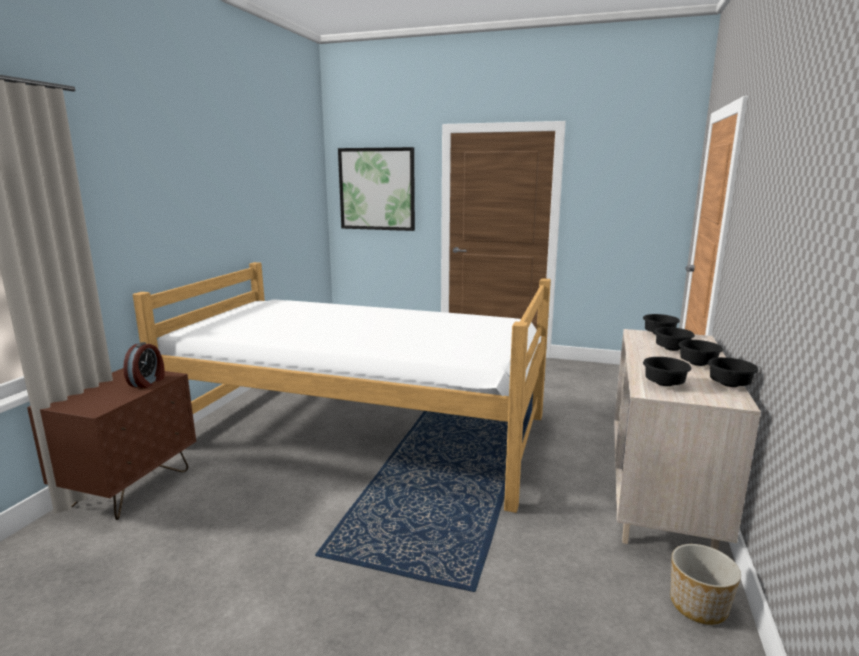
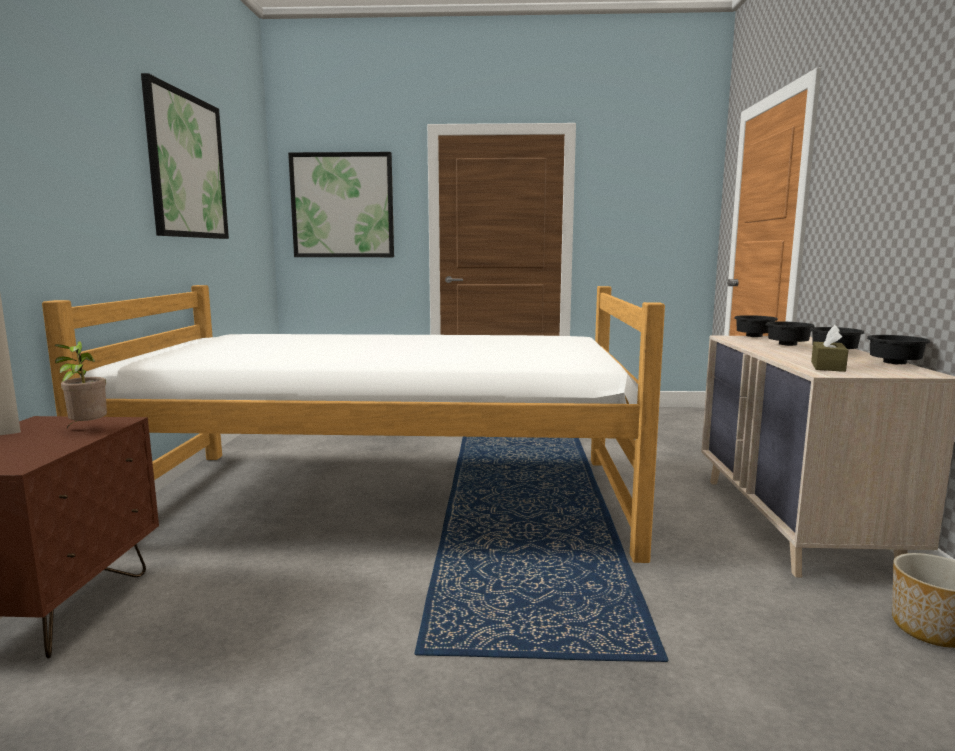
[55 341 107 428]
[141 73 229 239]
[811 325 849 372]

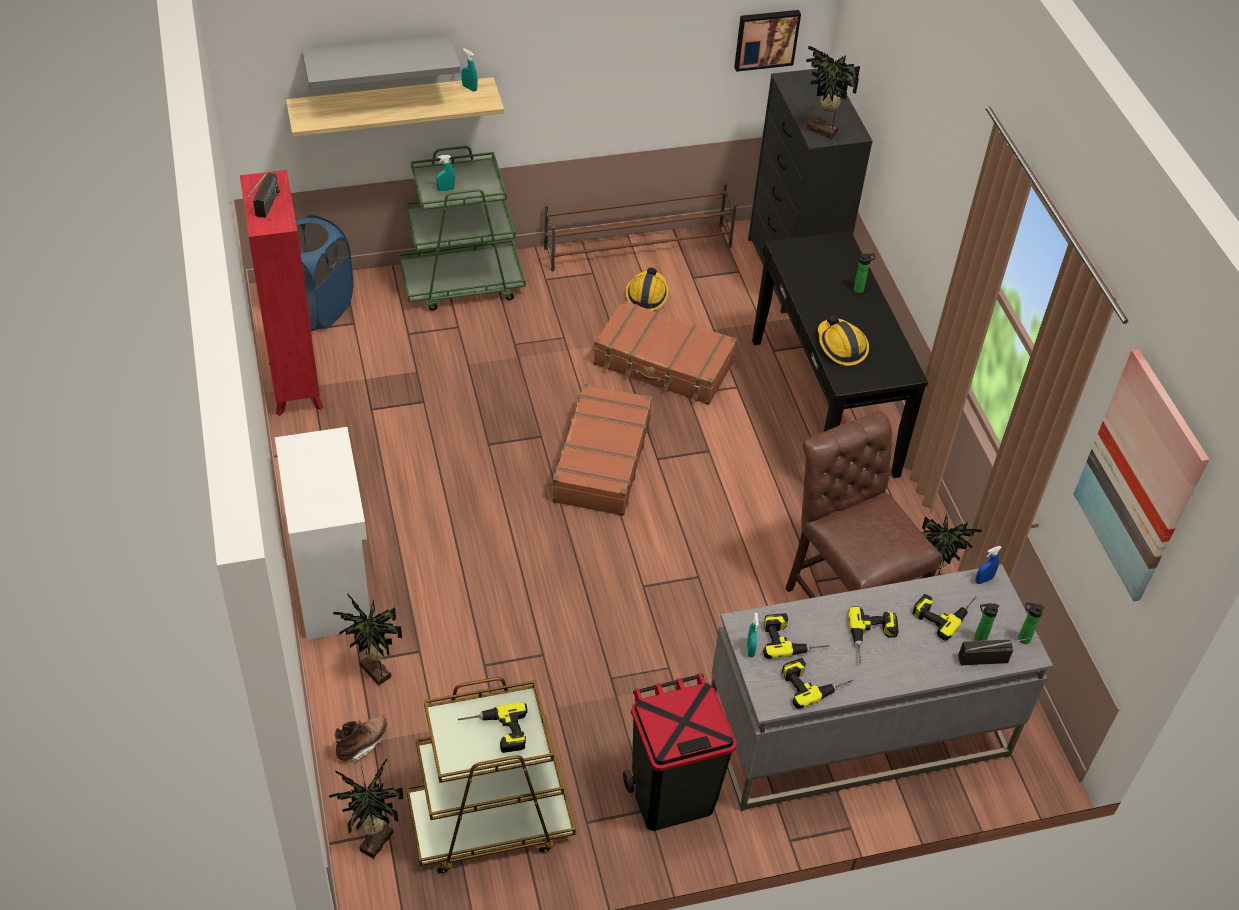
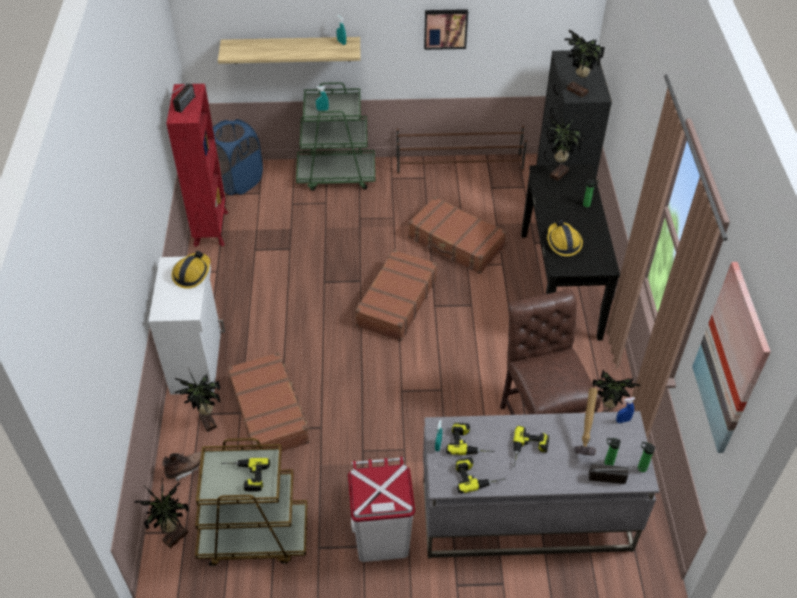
[172 251 210 289]
[227 352 311 451]
[348 457 415 562]
[424 9 468 50]
[544 113 584 181]
[574 388 598 456]
[302 35 460 89] (first image)

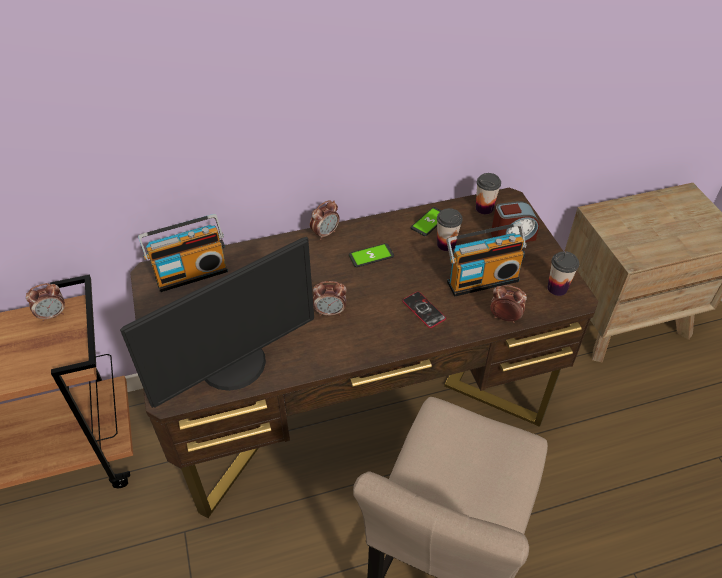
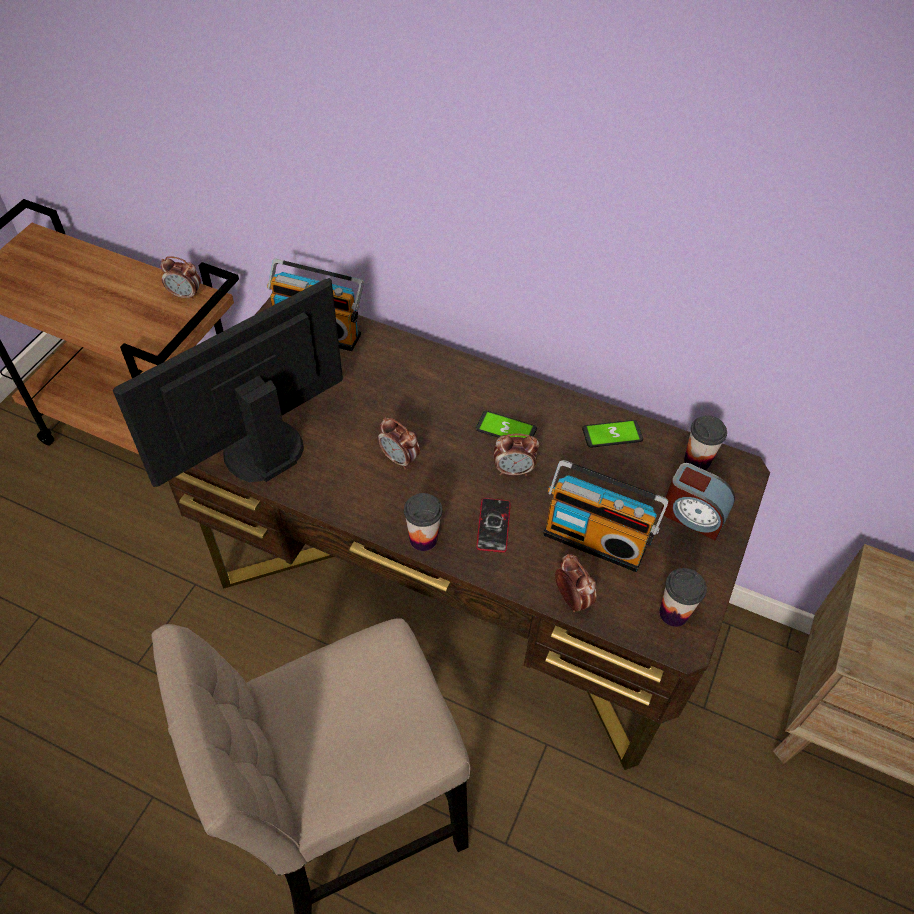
[113 278 343 487]
[404 493 442 551]
[494 434 539 476]

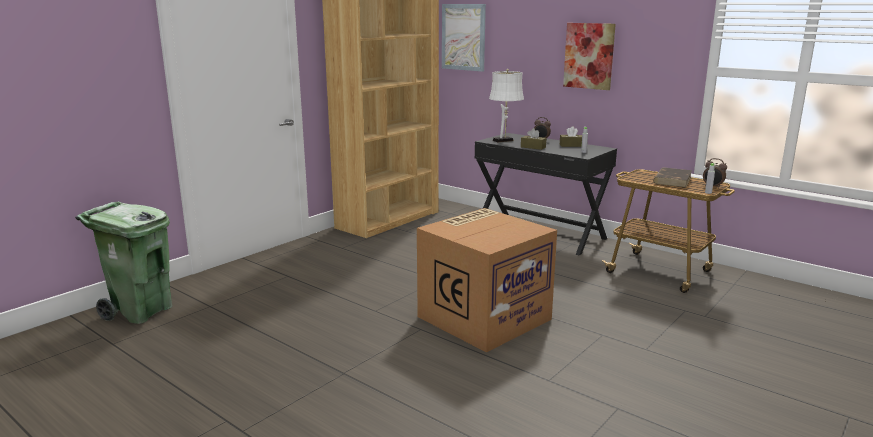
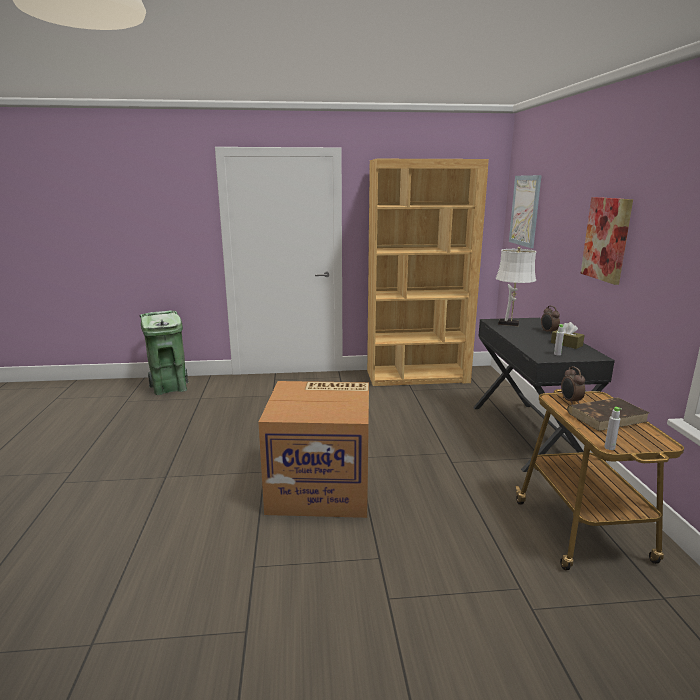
[561 366 585 405]
[521 128 547 150] (first image)

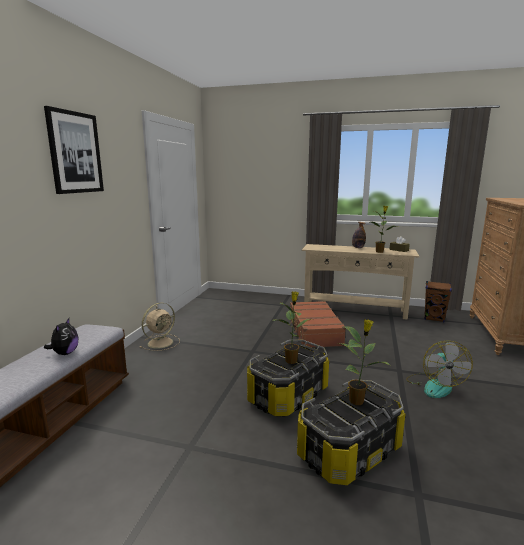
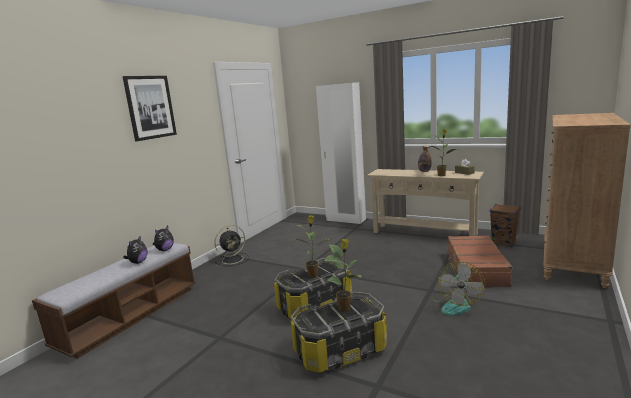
[153 226 174 251]
[214 225 249 266]
[316 82 366 224]
[446 235 513 287]

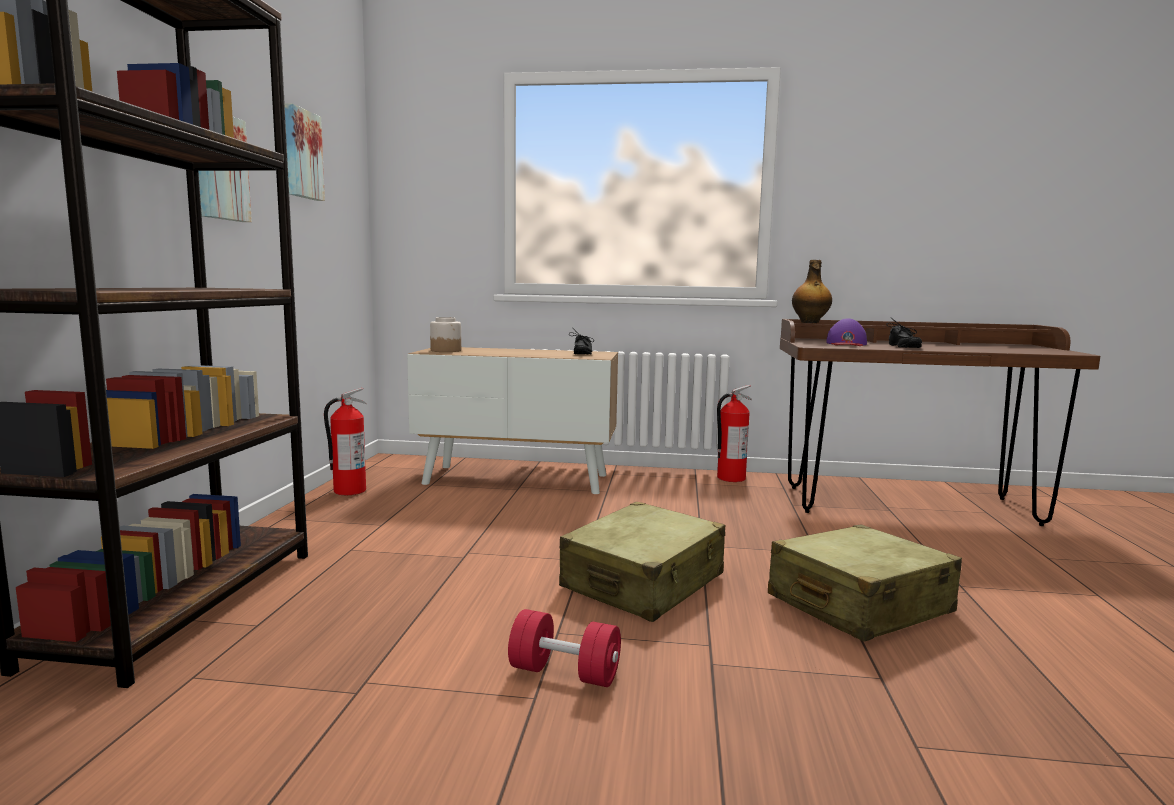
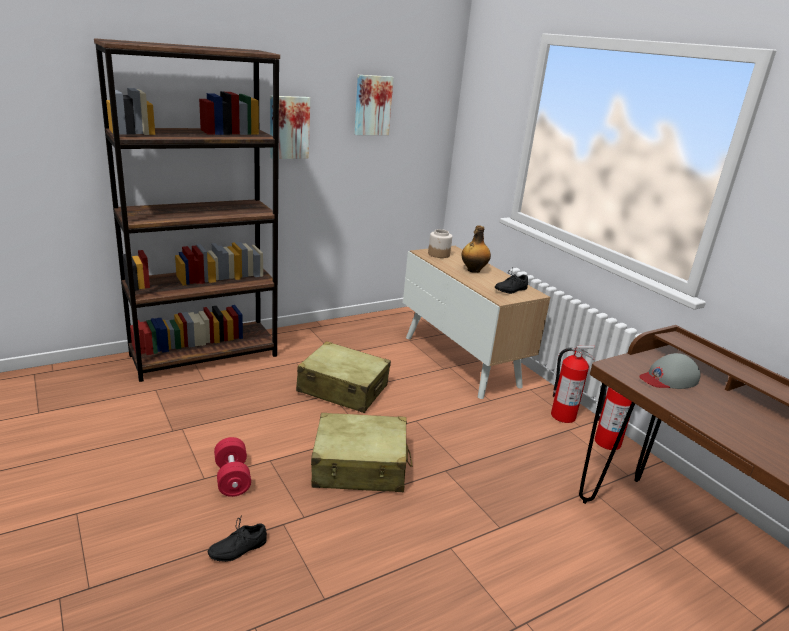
[208 518 267 562]
[296 341 391 413]
[462 225 491 273]
[551 346 595 423]
[639 353 701 389]

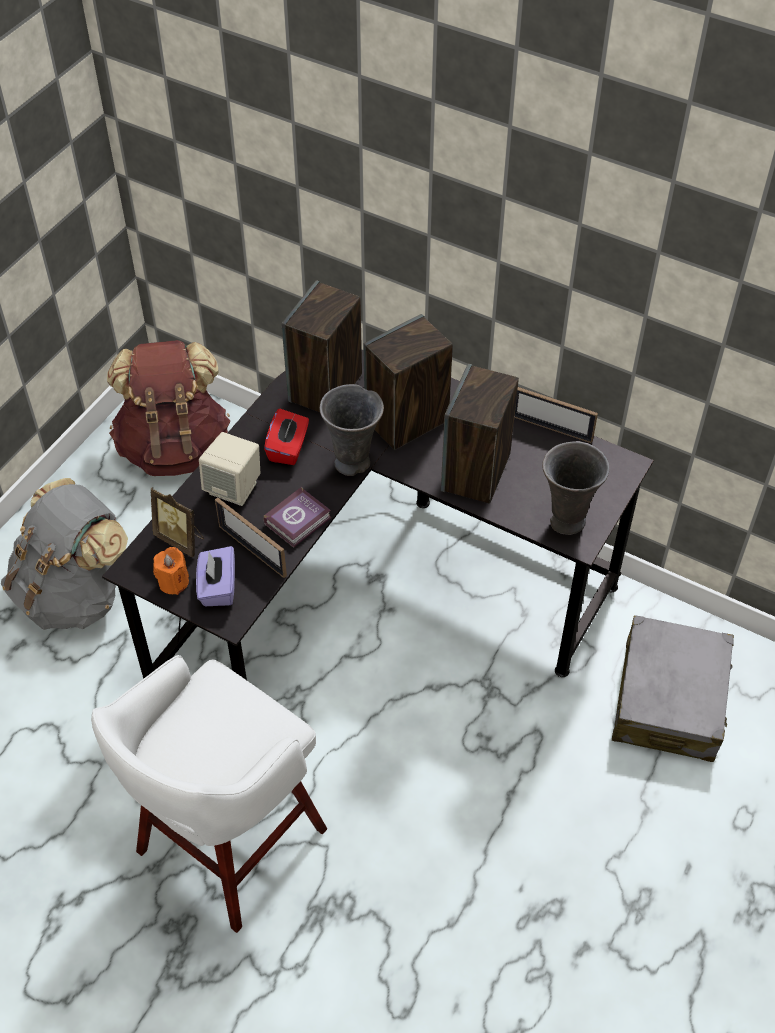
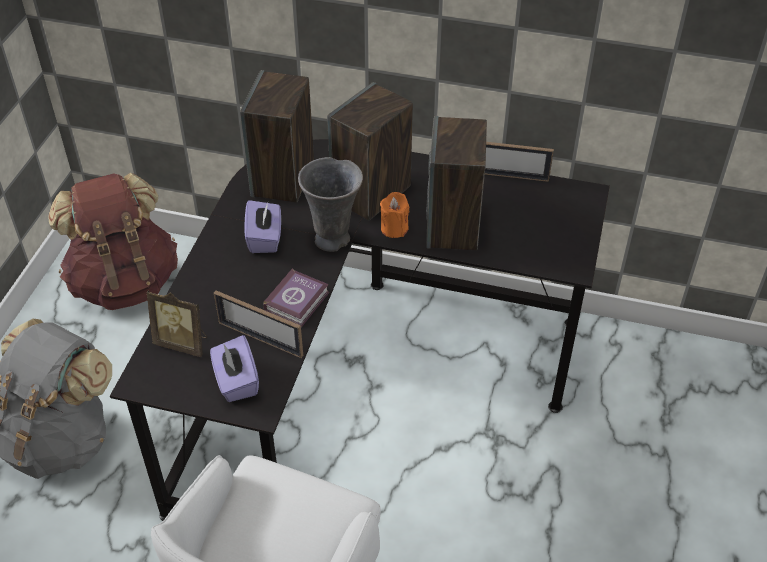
[244 200 281 253]
[380 192 409 238]
[199 432 260 506] (first image)
[542 441 610 535] (first image)
[612 615 734 762] (first image)

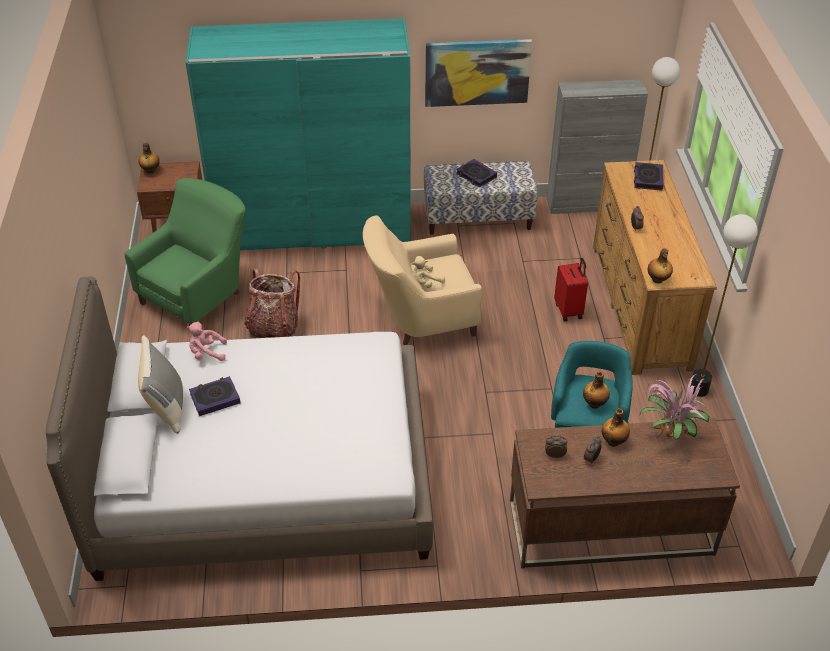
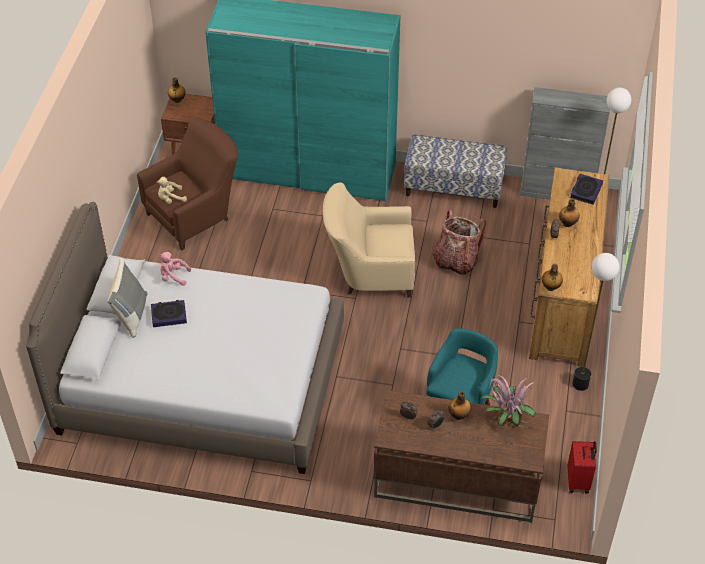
[137 118 238 250]
[156 177 187 204]
[433 210 486 275]
[559 199 580 227]
[567 441 597 494]
[425 39 532 107] (first image)
[456 159 497 188] (first image)

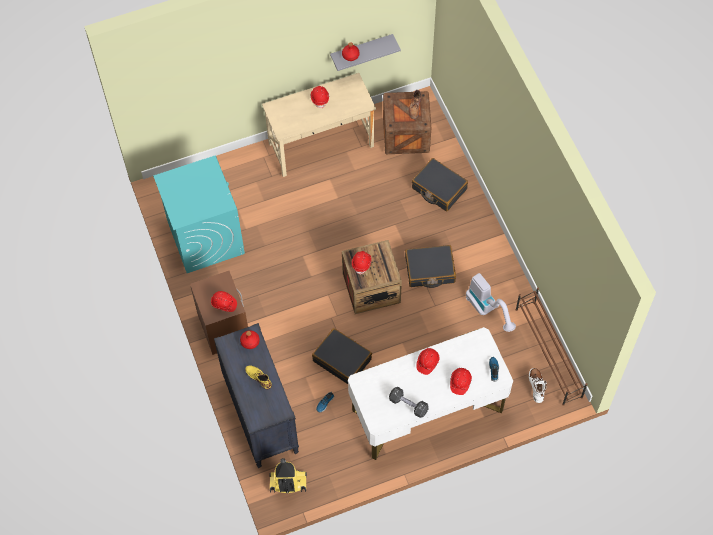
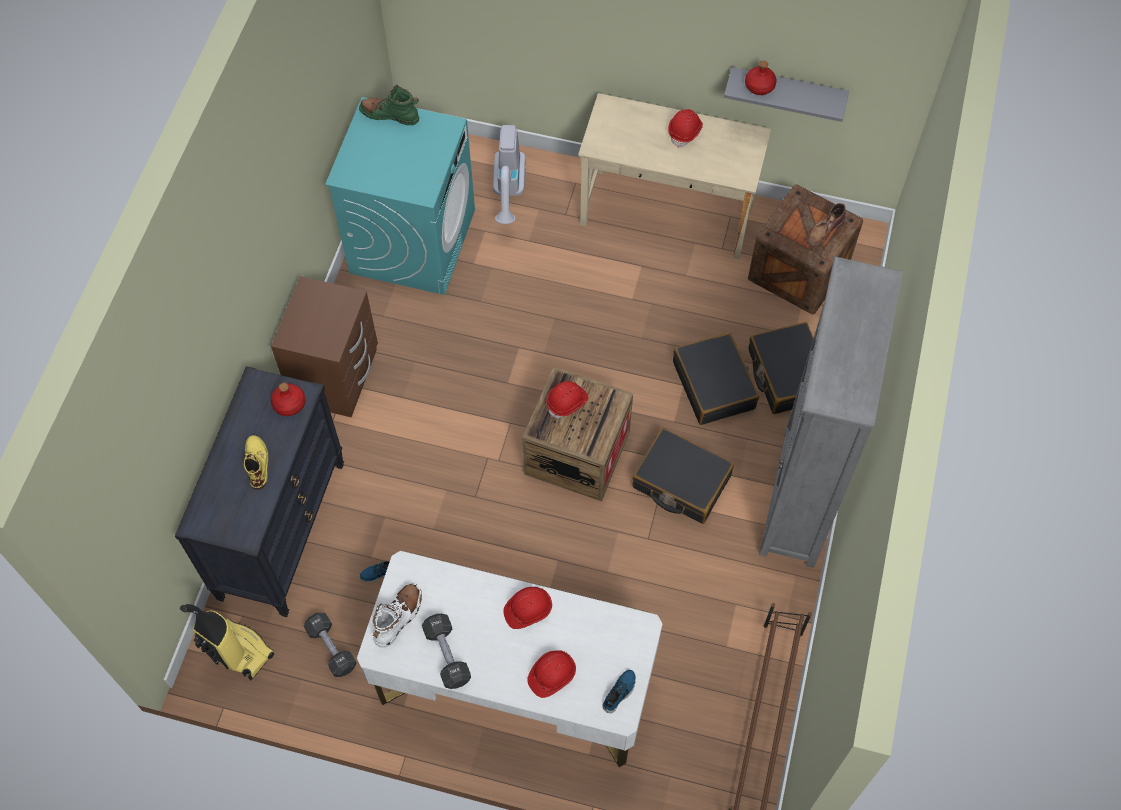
[304 613 356 677]
[359 85 419 126]
[372 584 422 648]
[493 125 526 224]
[673 332 759 425]
[759 257 903 568]
[211 291 237 312] (first image)

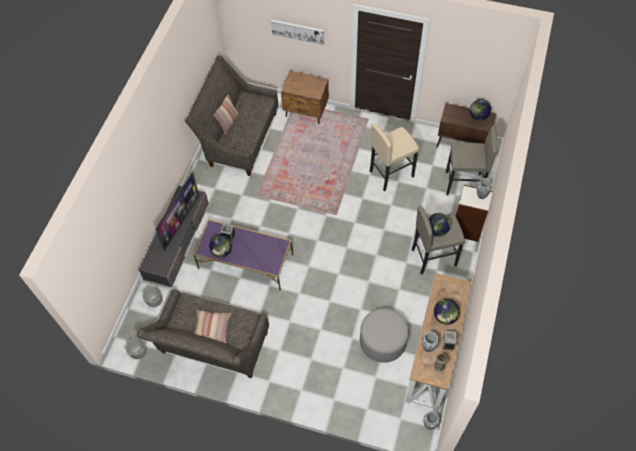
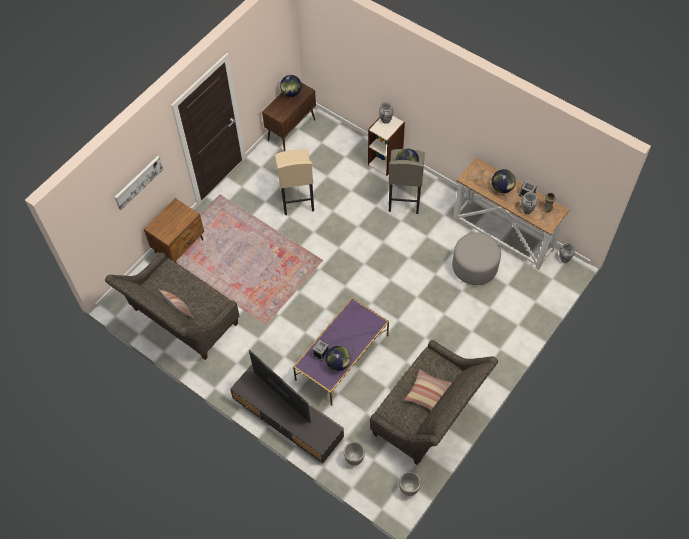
[446 126 497 195] (first image)

